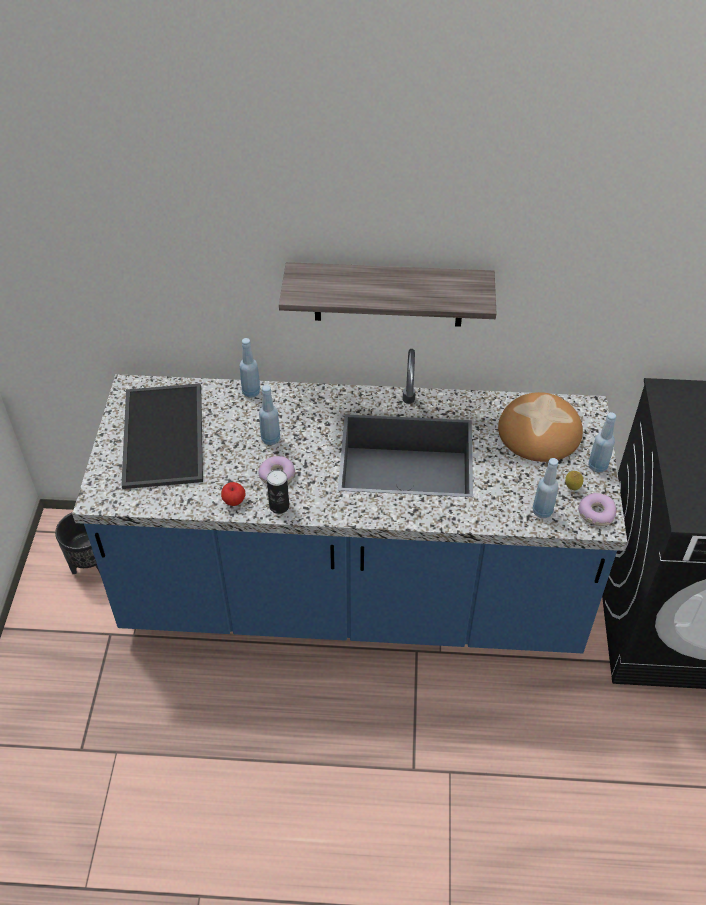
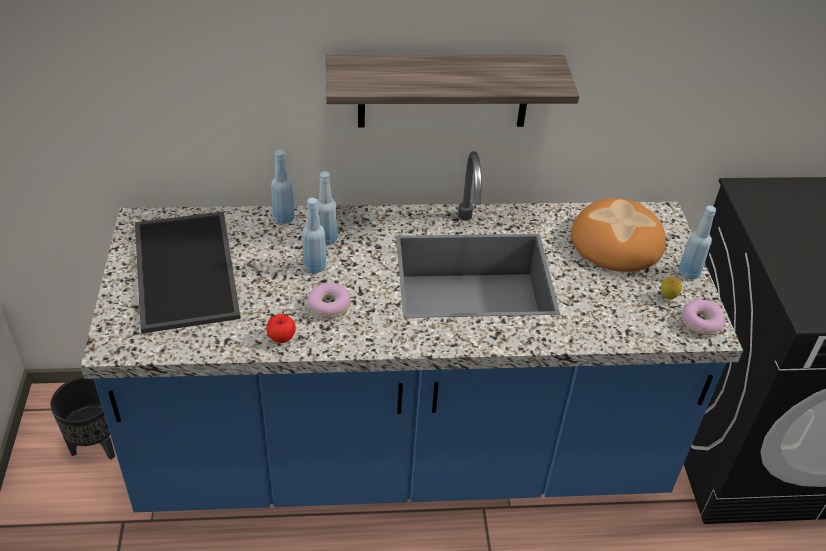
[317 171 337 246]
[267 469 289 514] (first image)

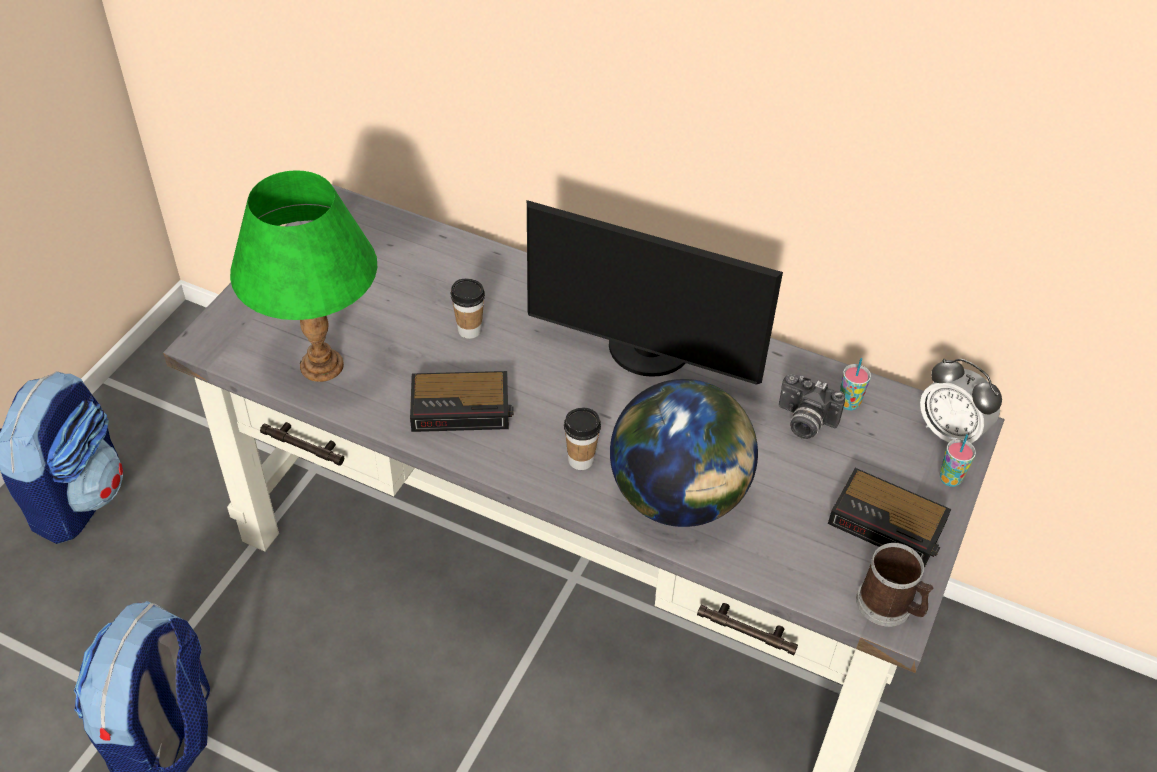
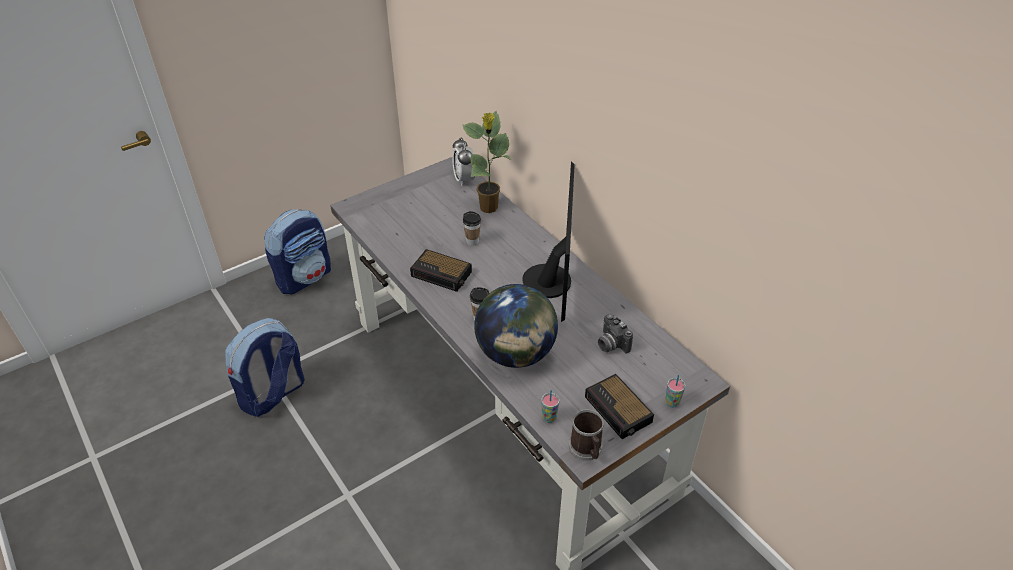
[452 137 475 186]
[462 111 511 213]
[522 162 575 322]
[541 390 560 423]
[230 170 377 382] (first image)

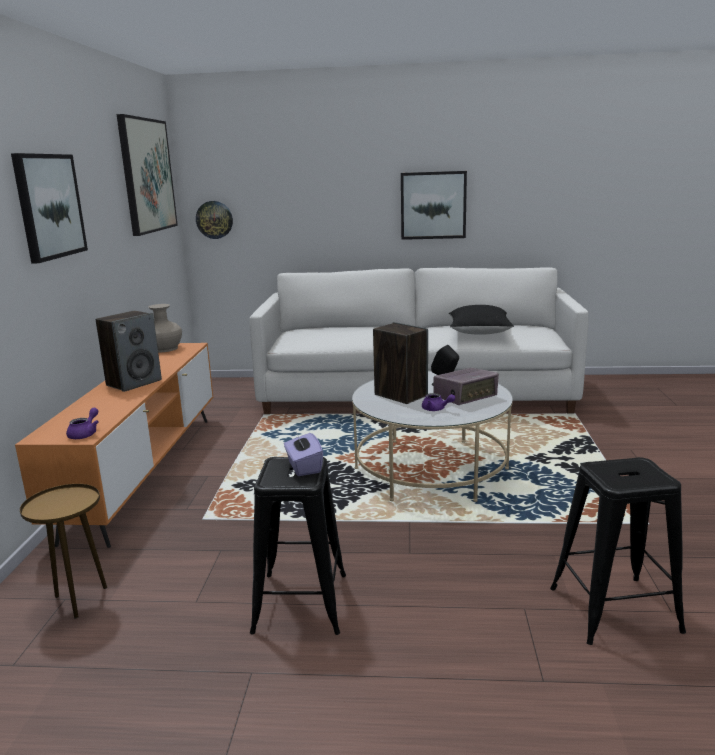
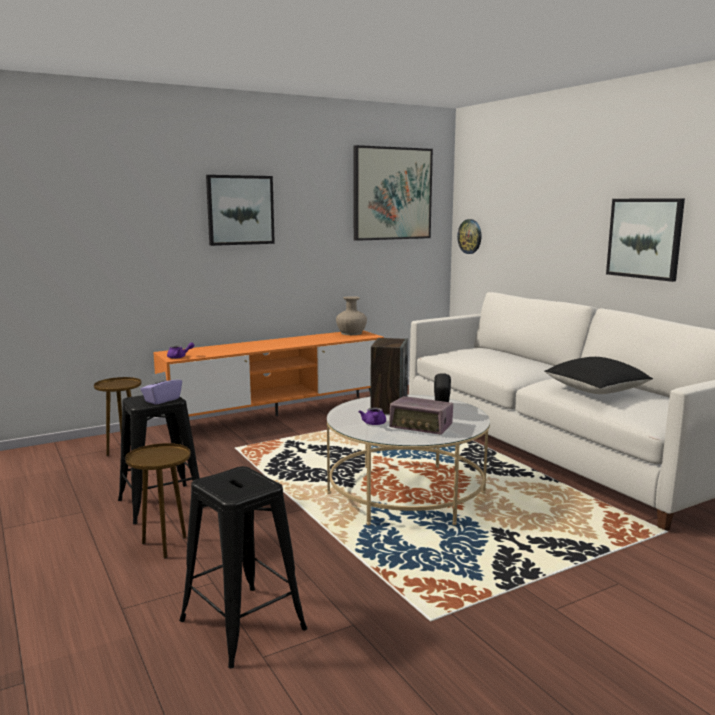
[125 443 191 559]
[96 311 162 392] (first image)

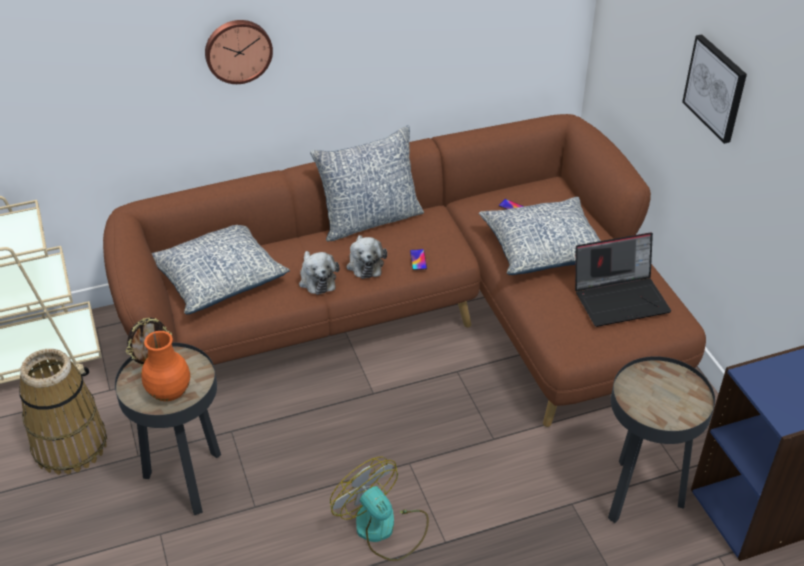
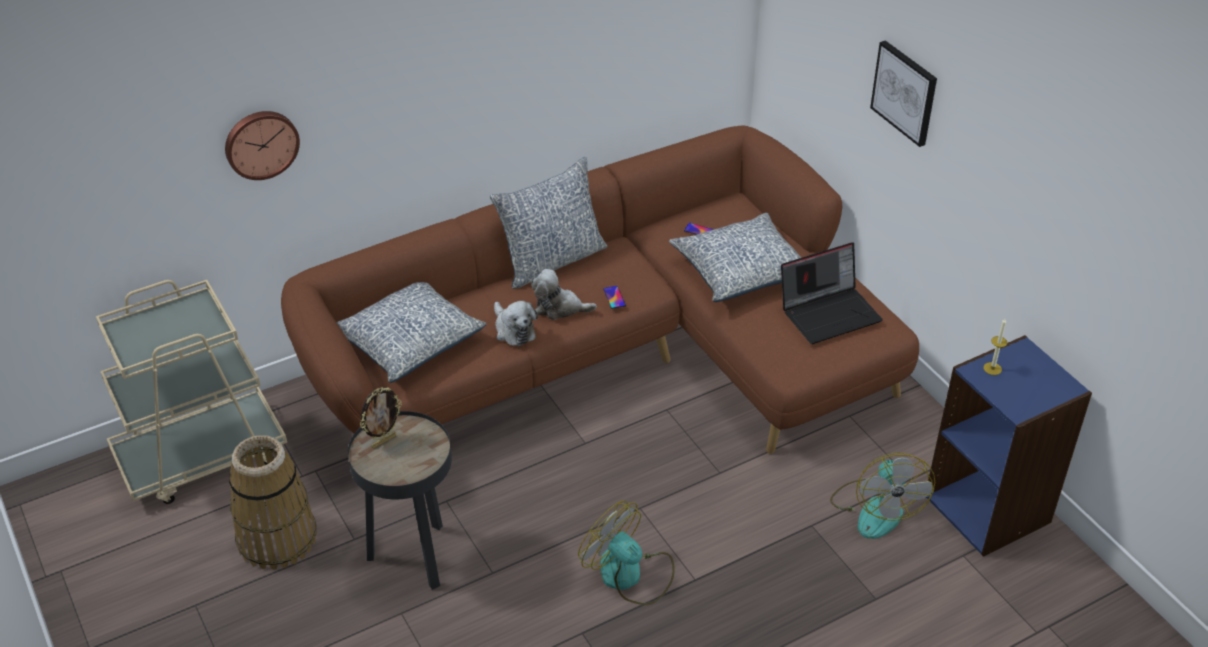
[225 111 300 180]
[531 269 597 320]
[830 453 935 539]
[984 319 1007 375]
[142 331 190 401] (first image)

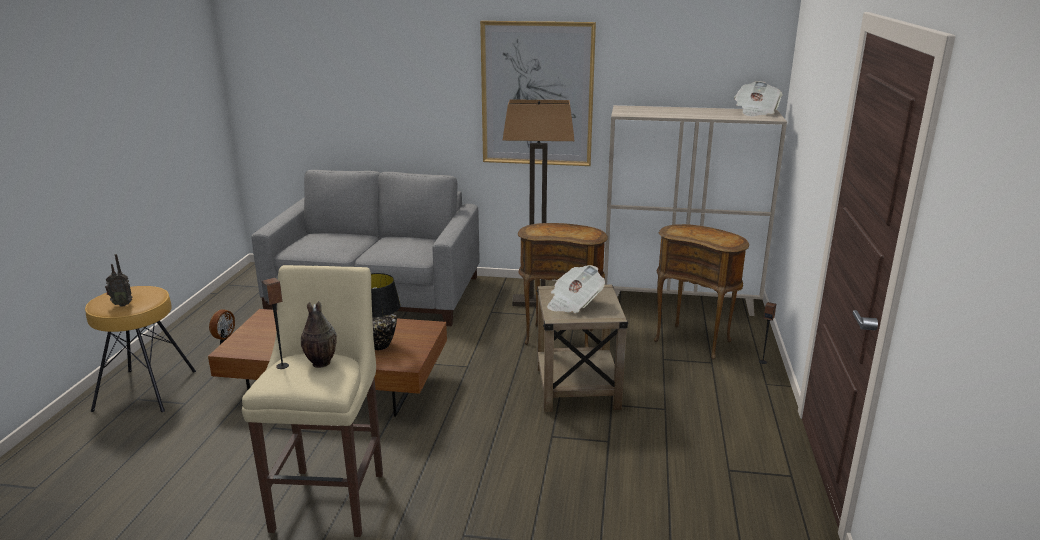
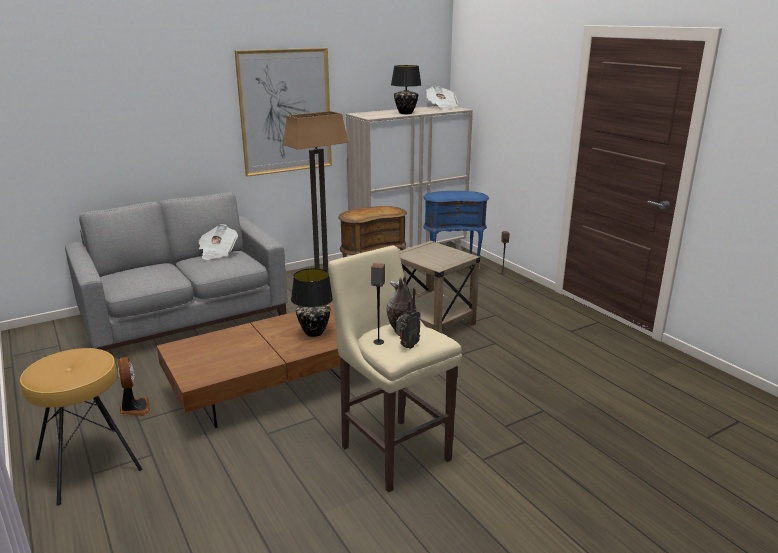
[198 224 238 260]
[391 65 421 114]
[396 288 421 349]
[423 191 489 280]

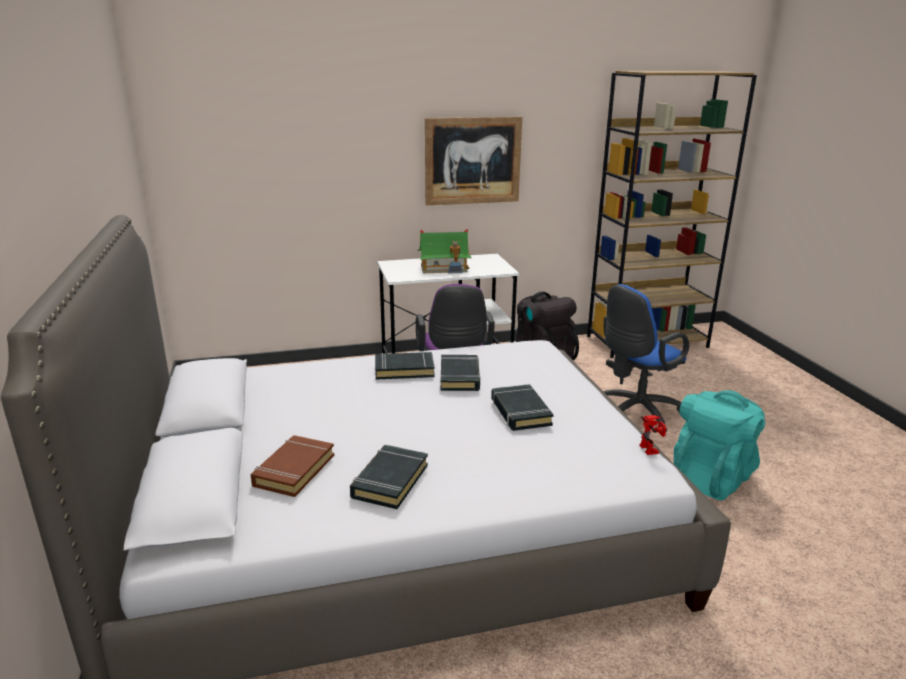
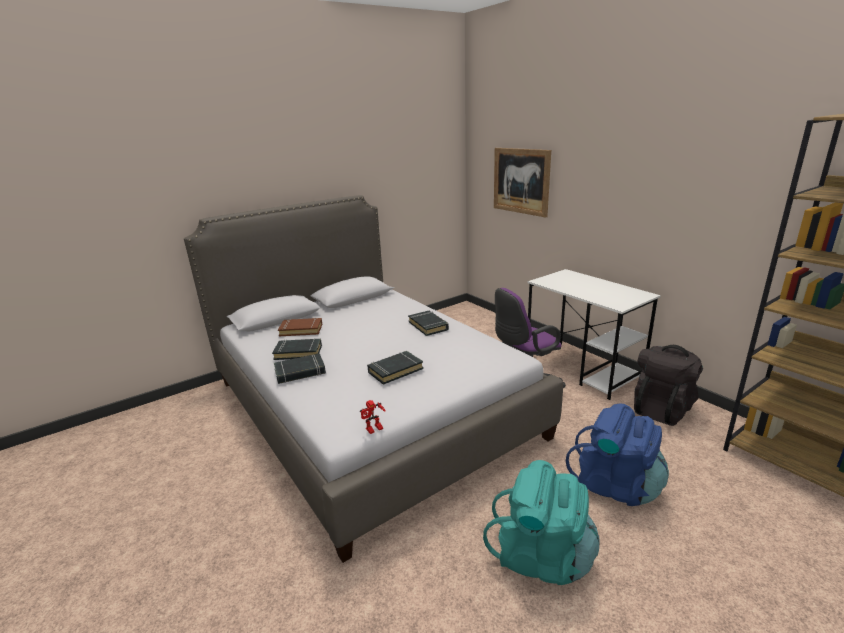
[274 353 326 384]
[494 148 551 218]
[566 403 669 506]
[417 229 471 274] (first image)

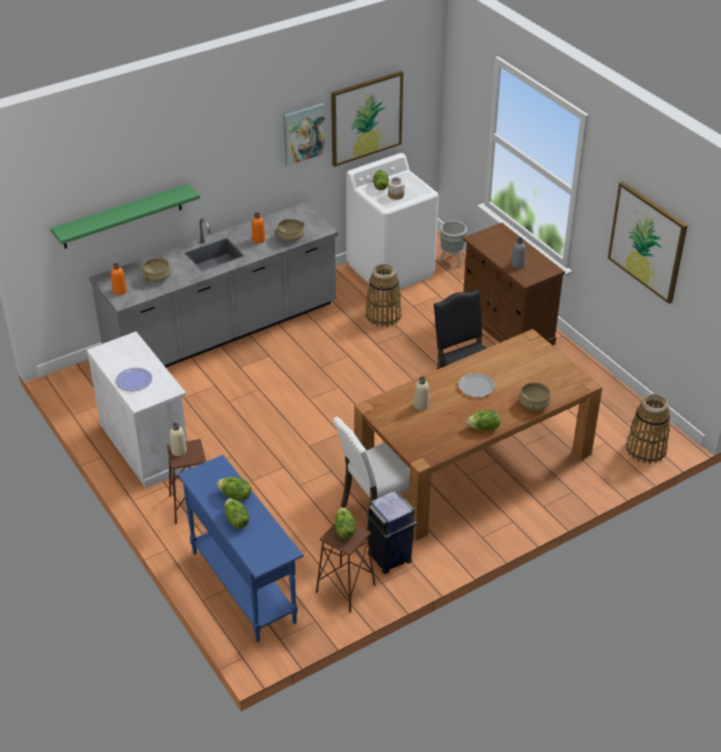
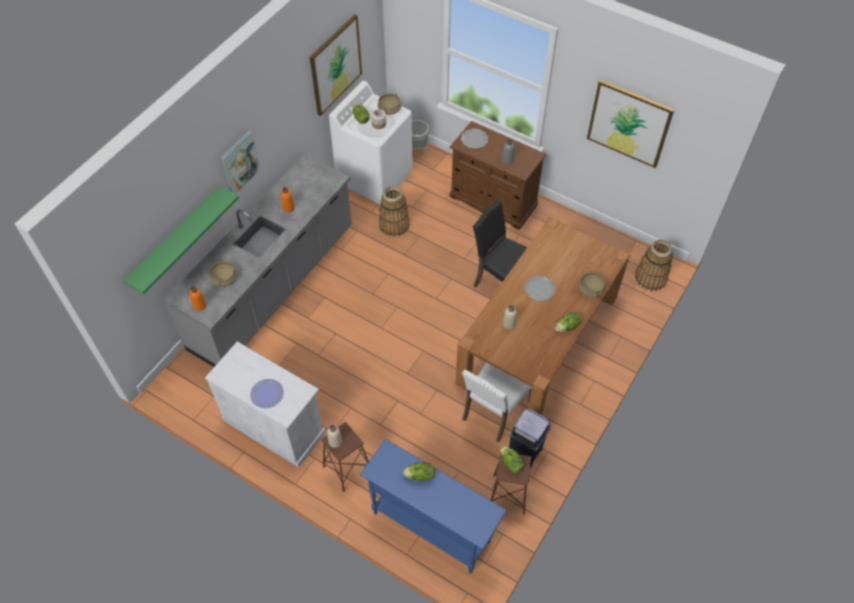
[220 130 260 194]
[378 93 401 115]
[461 128 489 149]
[225 499 249 528] (first image)

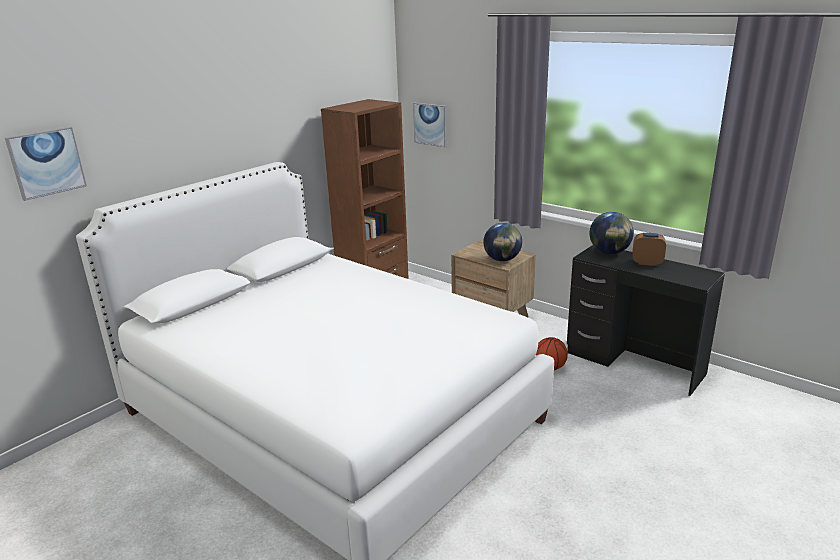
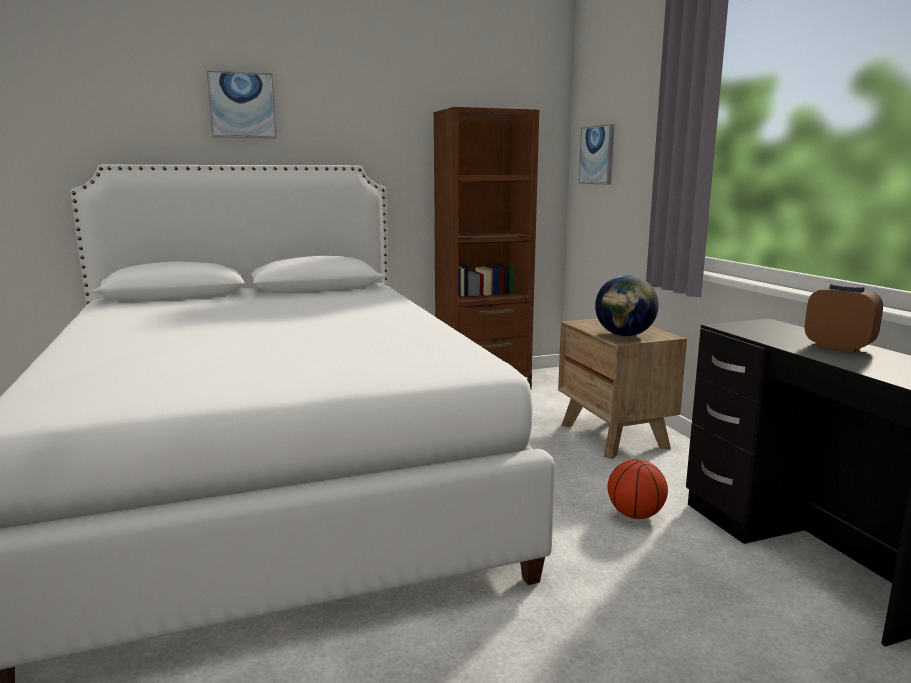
[207 70 277 138]
[590 212 634 254] (first image)

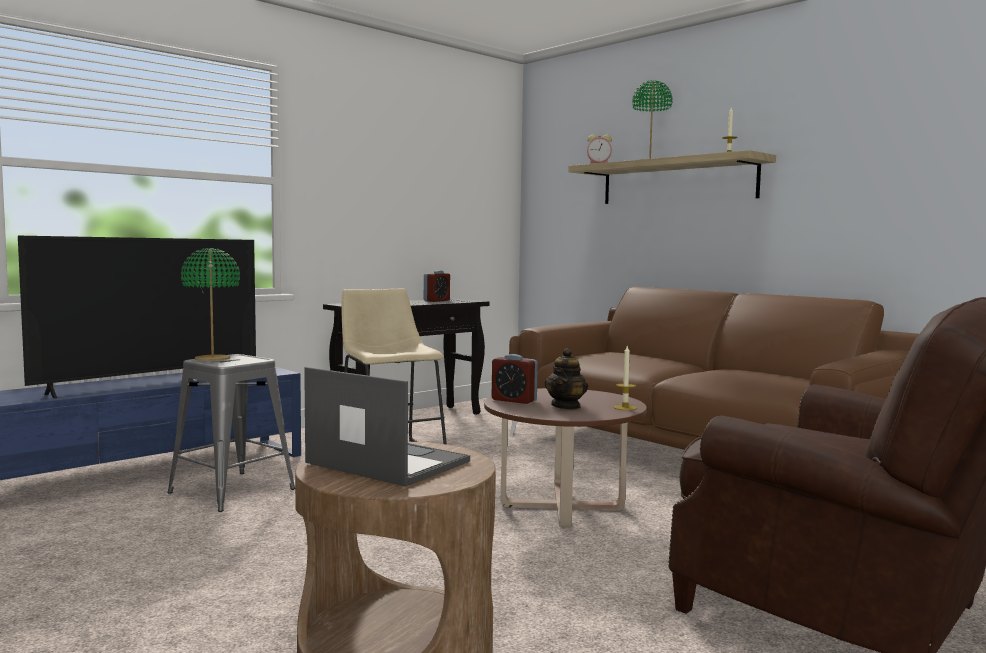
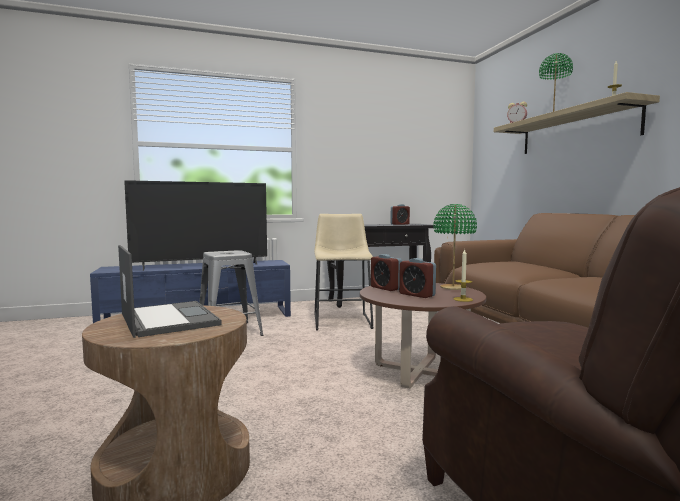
[399 258 436 298]
[433 204 477 290]

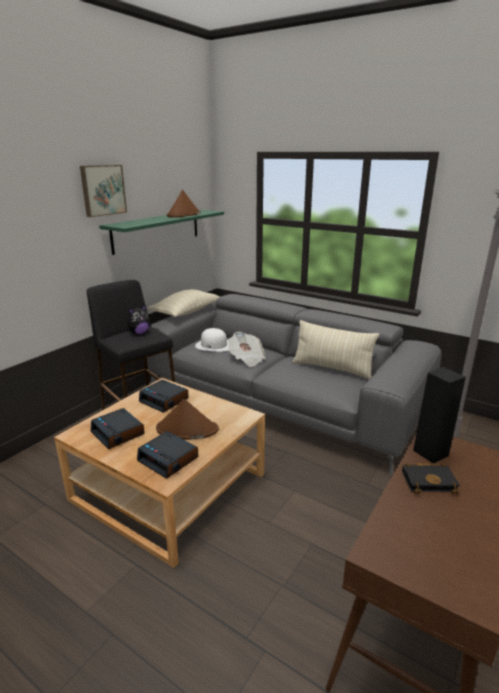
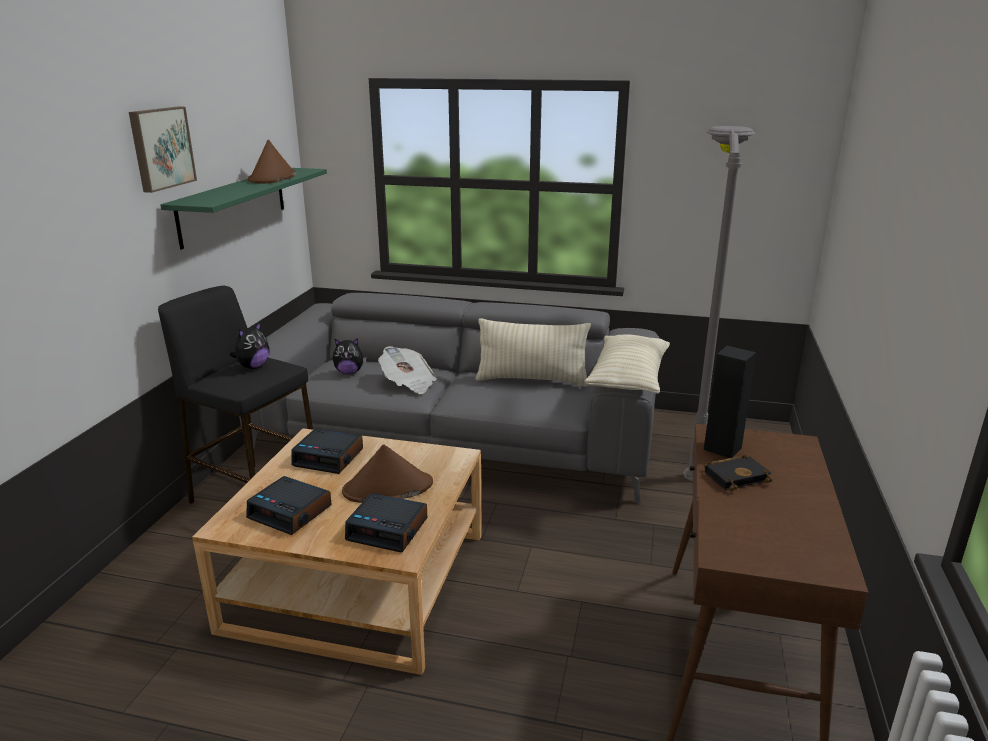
[333 338 367 374]
[585 335 670 394]

